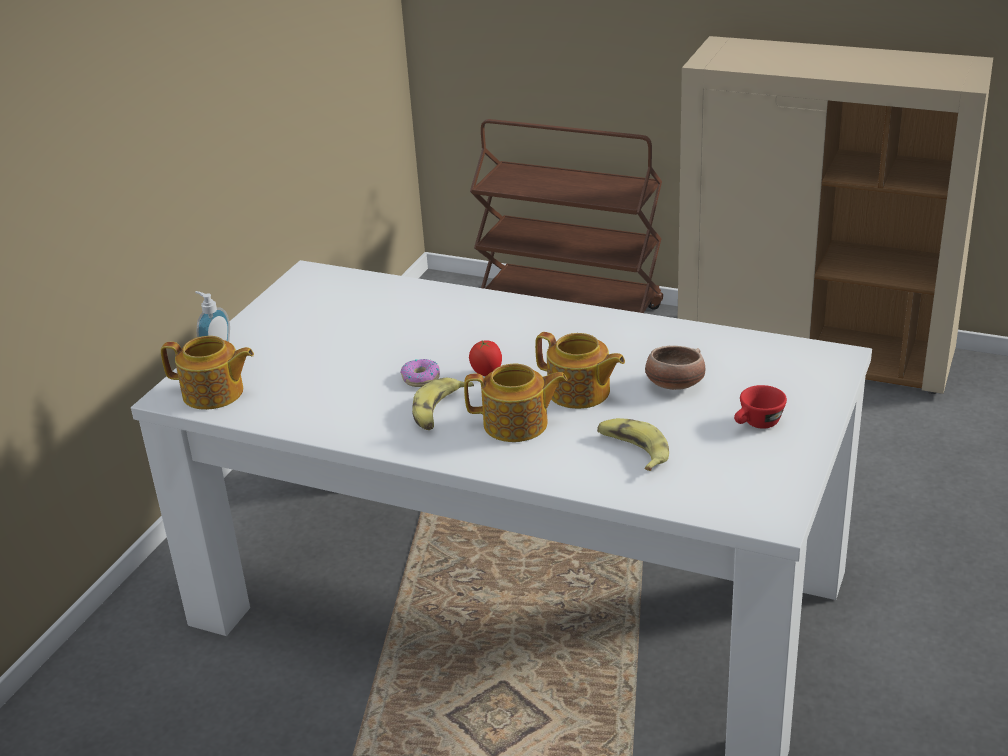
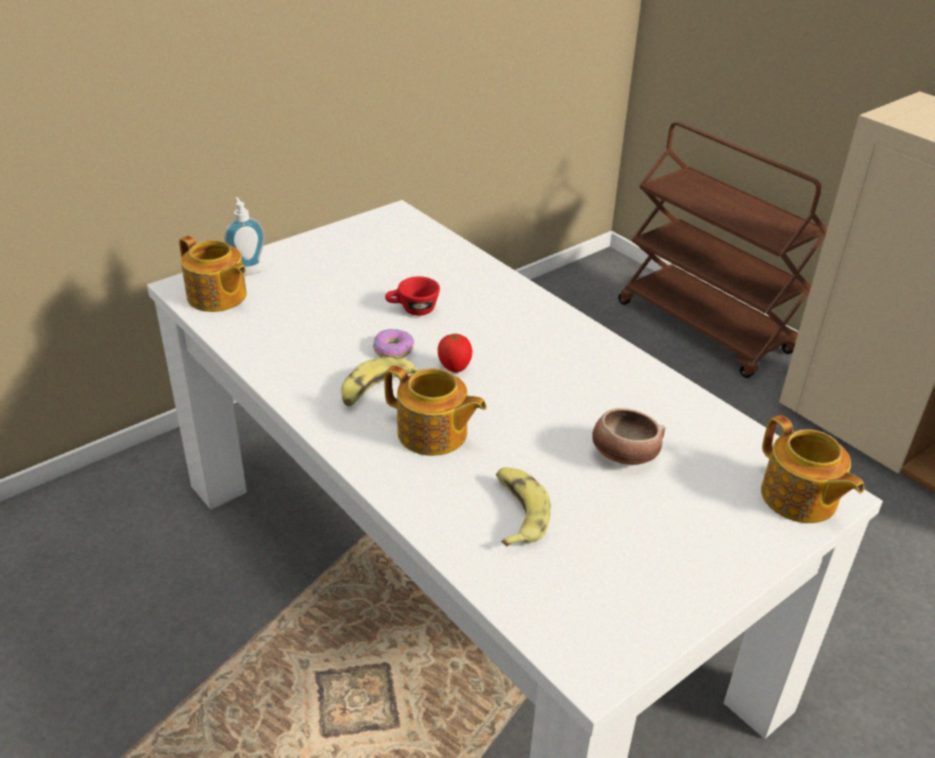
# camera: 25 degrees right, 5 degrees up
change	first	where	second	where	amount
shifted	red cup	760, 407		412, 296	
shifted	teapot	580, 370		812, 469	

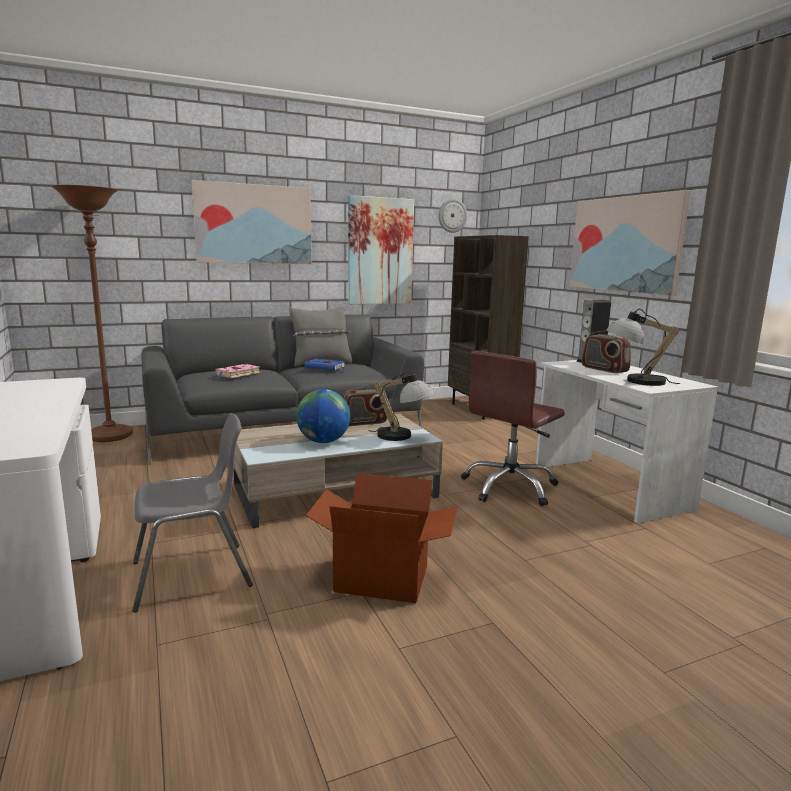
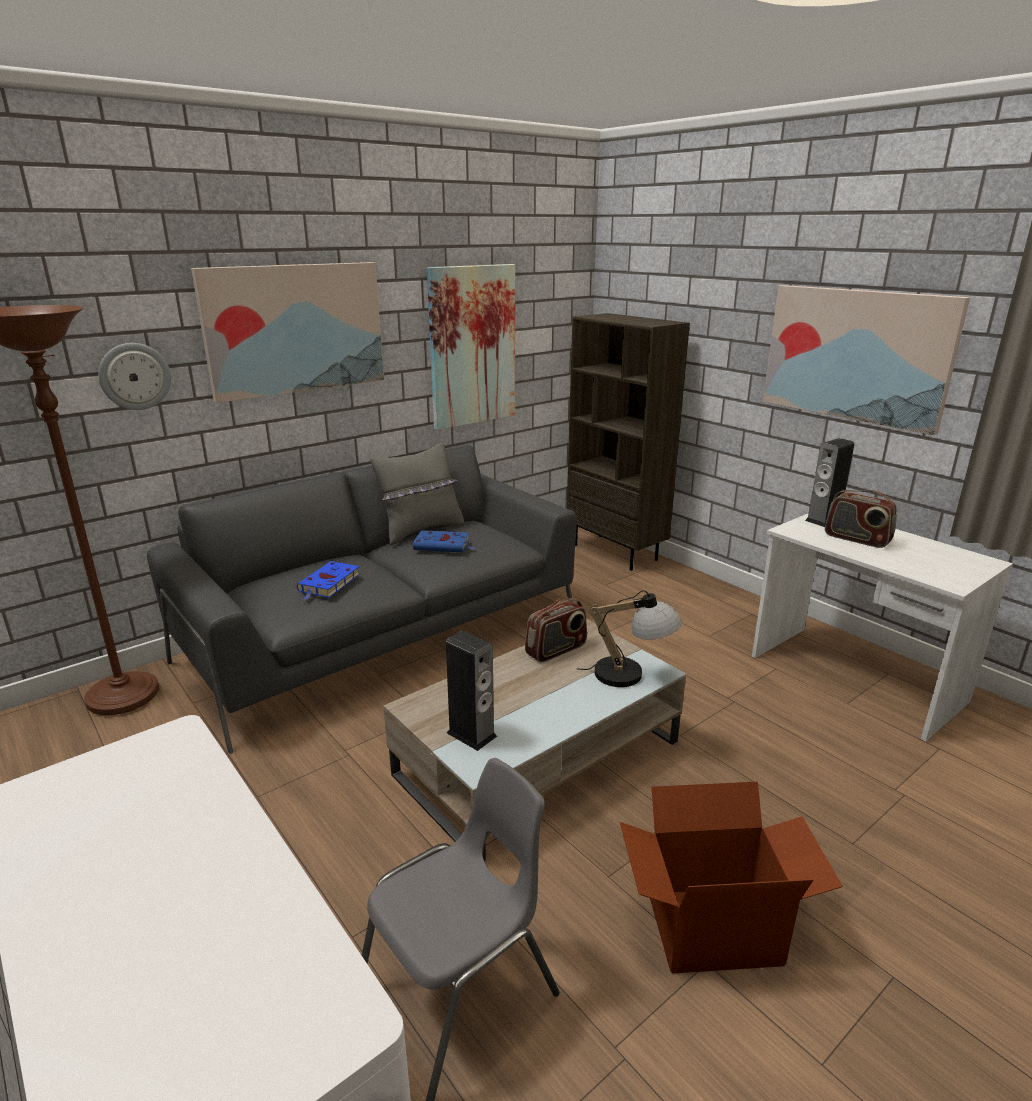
# camera: 15 degrees left, 10 degrees up
change	first	where	second	where	amount
shifted	wall clock	452, 216		134, 376	
repainted	pink book	237, 371	blue book	328, 580	
new			speaker	471, 691	
gone	globe	323, 416			
gone	brown office chair	513, 428			
gone	table lamp	643, 347			

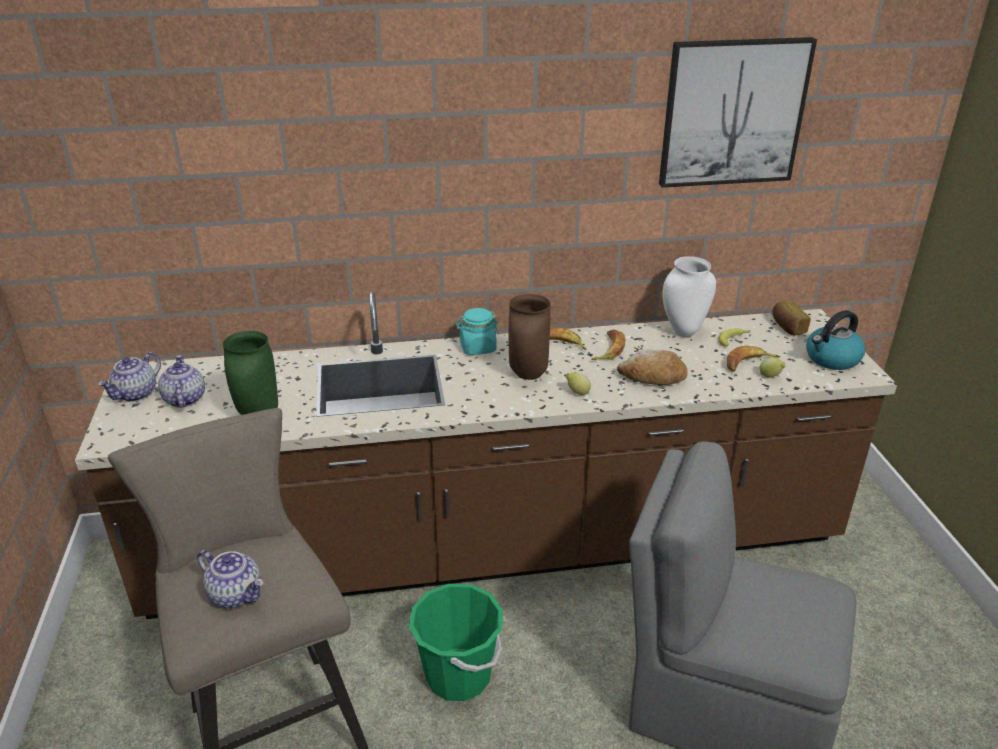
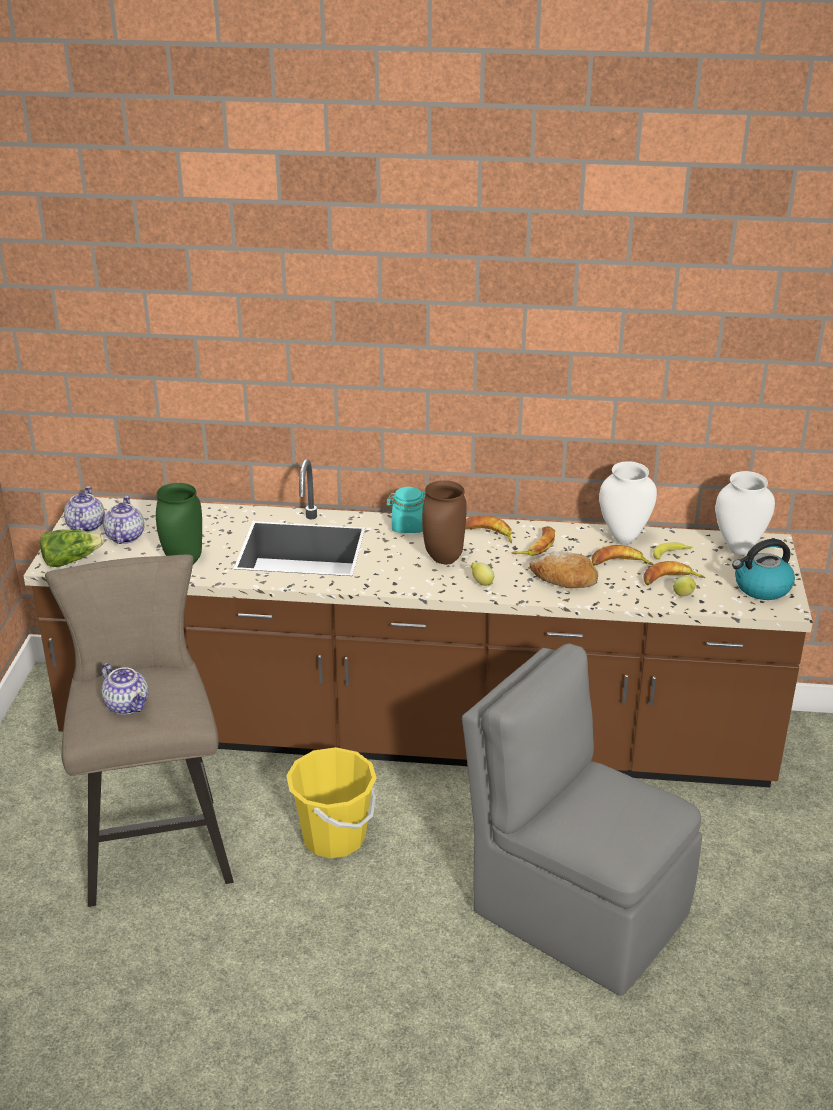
# camera: 15 degrees right, 0 degrees up
change	first	where	second	where	amount
new			lettuce	72, 548	
rotated	teapot	129, 377		84, 509	135 degrees clockwise
repainted	green bucket	456, 642	yellow bucket	331, 802	
new			banana	622, 555	
swapped	bread	792, 318	white vase	745, 513	
gone	picture	738, 112			

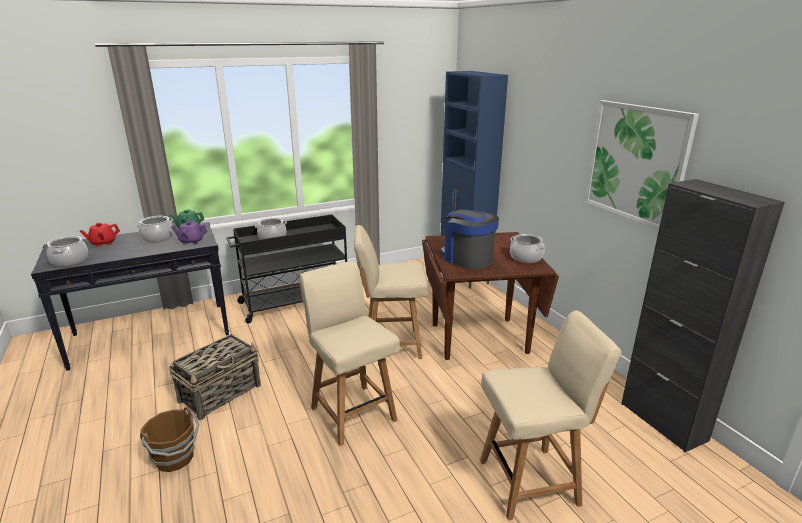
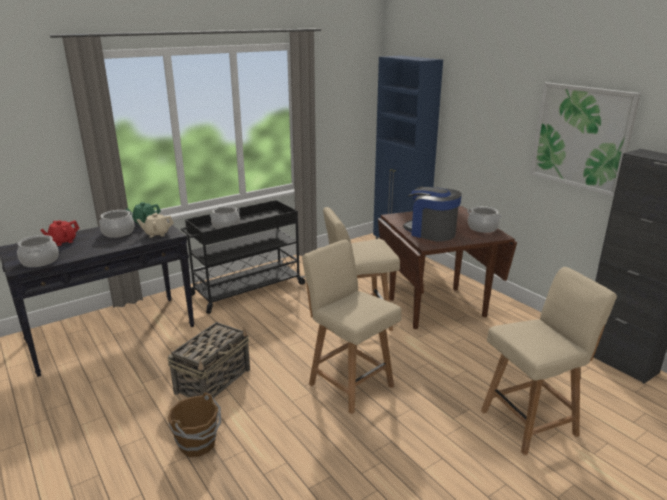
# camera: 10 degrees left, 0 degrees up
change	first	where	second	where	amount
repainted	purple teapot	189, 232	beige teapot	155, 225	

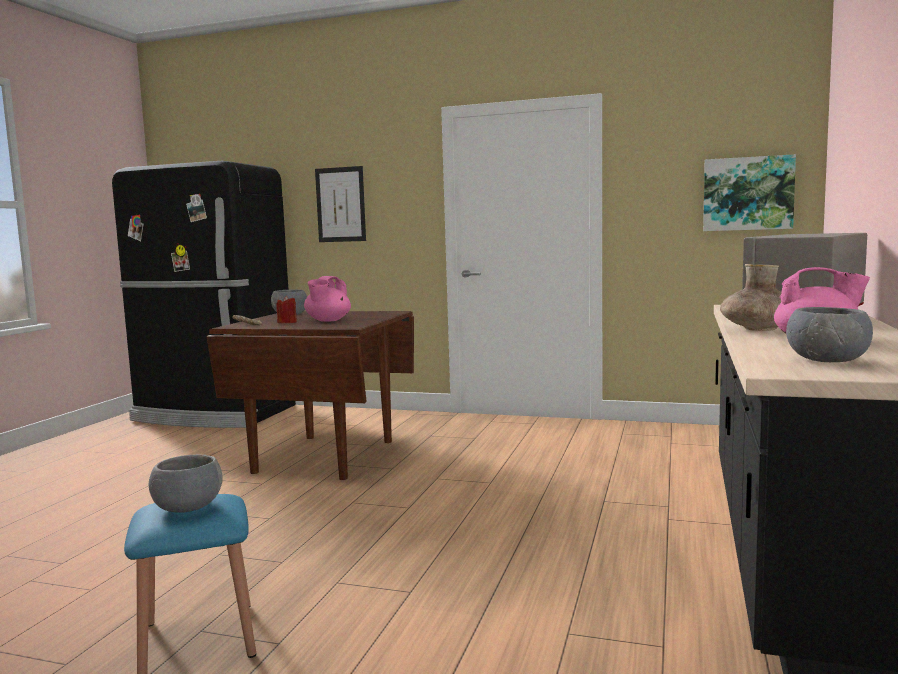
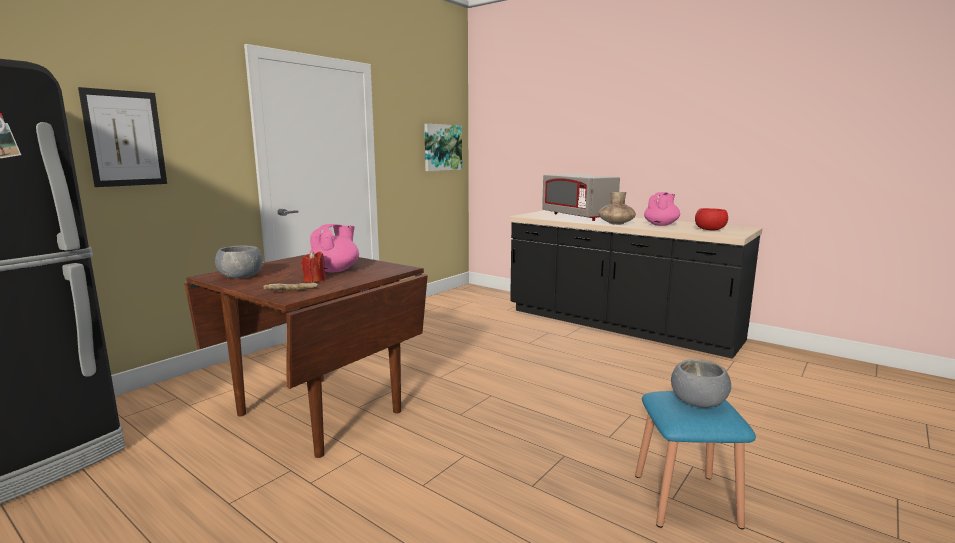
# camera: 70 degrees left, 5 degrees up
change	first	where	second	where	amount
rotated	pink teapot	327, 299		334, 248	105 degrees counterclockwise
repainted	grey bowl	829, 334	red bowl	711, 219	

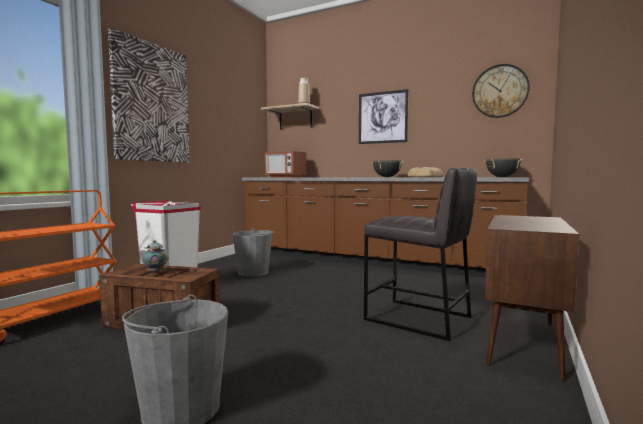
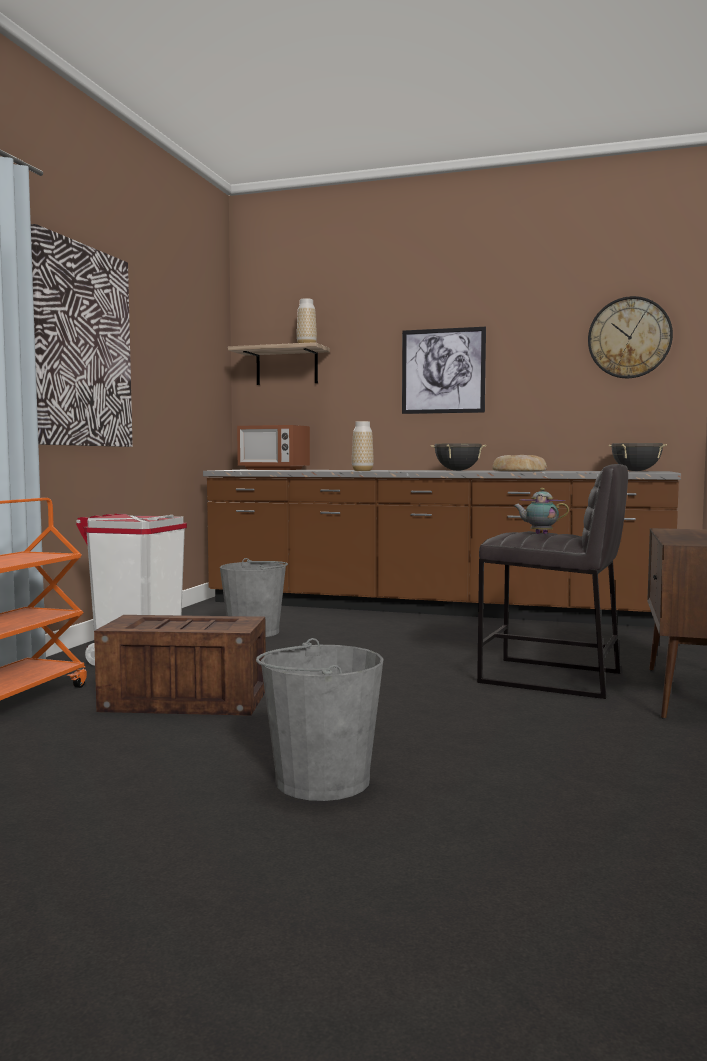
# camera: 10 degrees left, 0 degrees up
change	first	where	second	where	amount
new			vase	363, 446	
shifted	teapot	155, 256		541, 511	

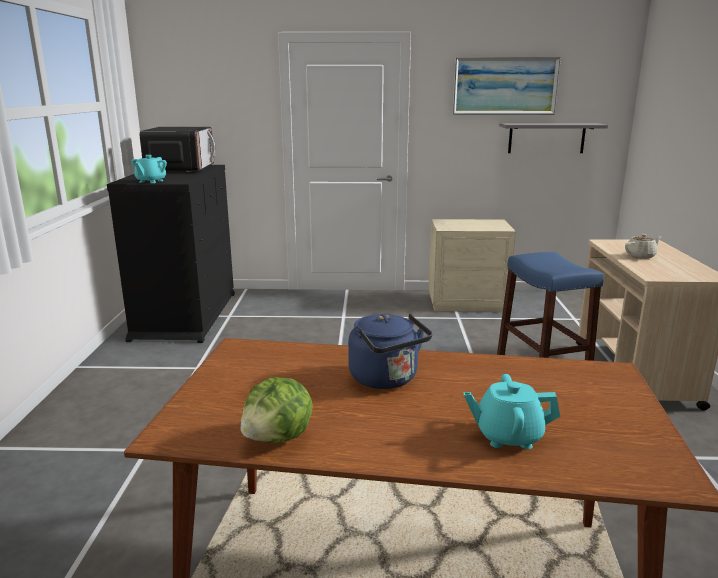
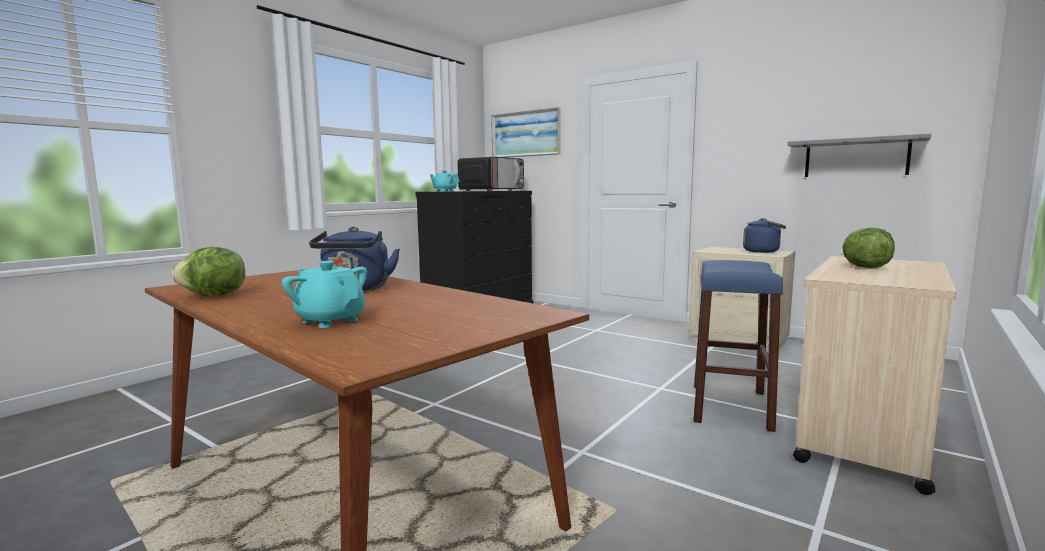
# camera: 35 degrees right, 10 degrees down
change	first	where	second	where	amount
shifted	picture	506, 86		526, 132	
new			blue kettle	764, 235	
swapped	beige teapot	643, 246	lettuce	868, 247	

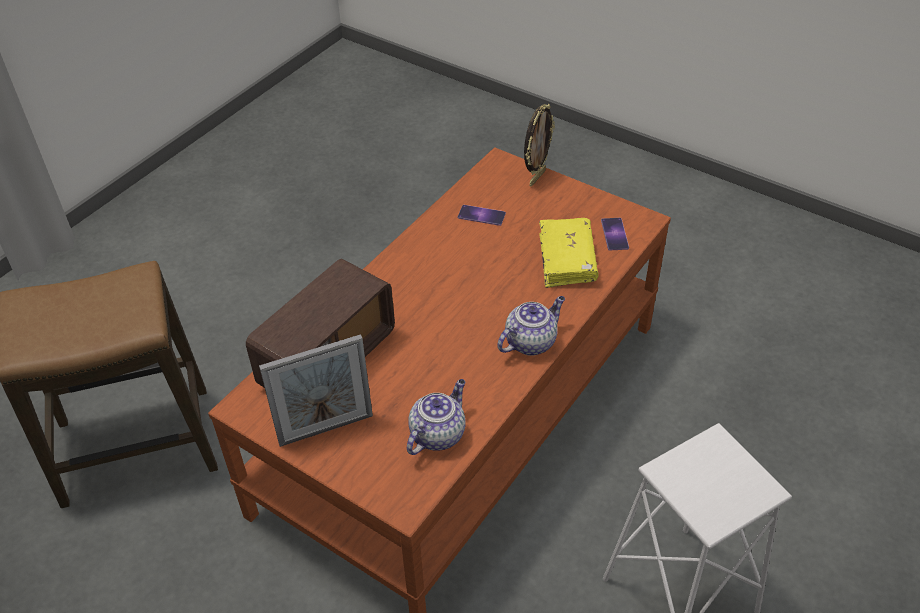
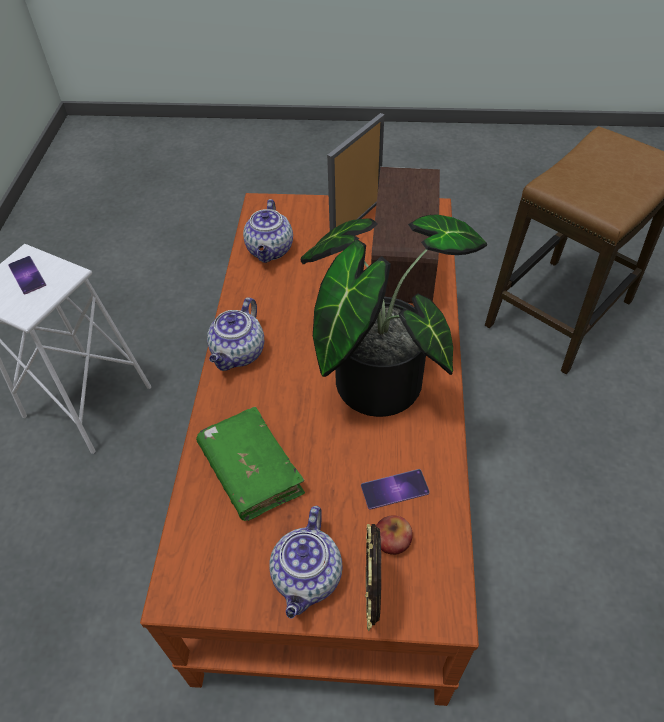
# camera: 150 degrees right, 5 degrees up
change	first	where	second	where	amount
shifted	phone	615, 234		27, 275	
repainted	yellow book	569, 253	green book	250, 464	
new			teapot	306, 562	
new			potted plant	394, 316	
new			apple	394, 535	

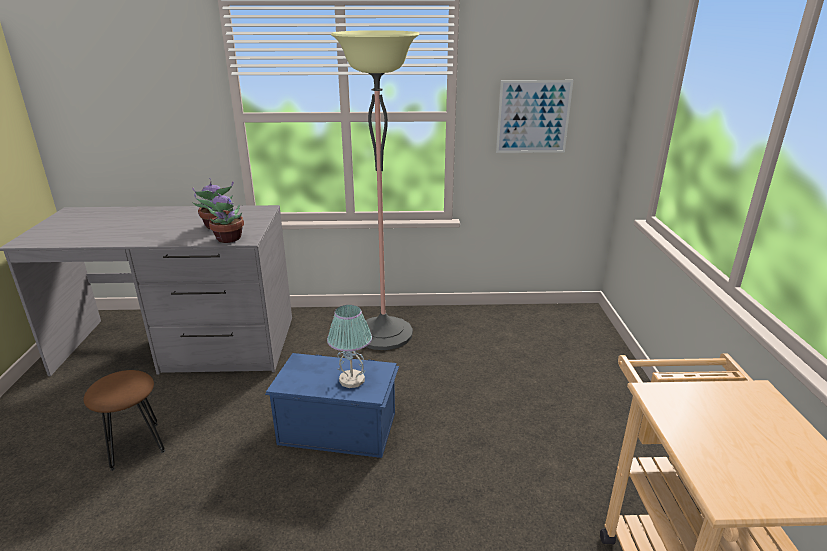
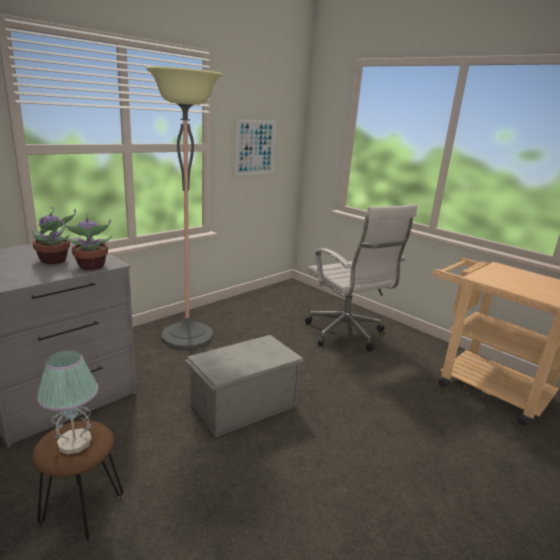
# camera: 45 degrees left, 5 degrees down
change	first	where	second	where	amount
shifted	table lamp	349, 346		67, 402	
repainted	blue storage box	332, 405	grey storage box	244, 386	
new			white office chair	361, 278	

